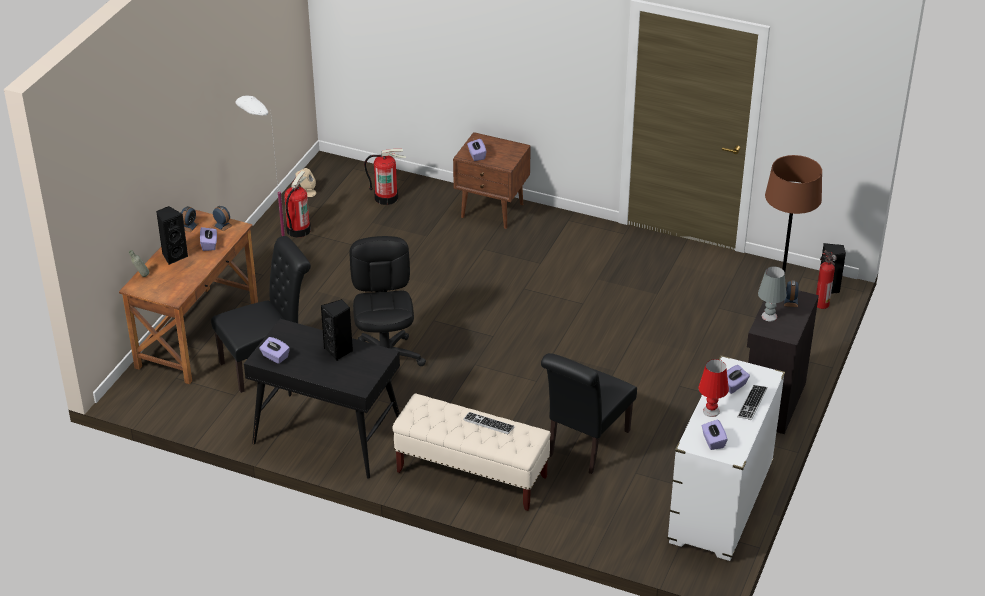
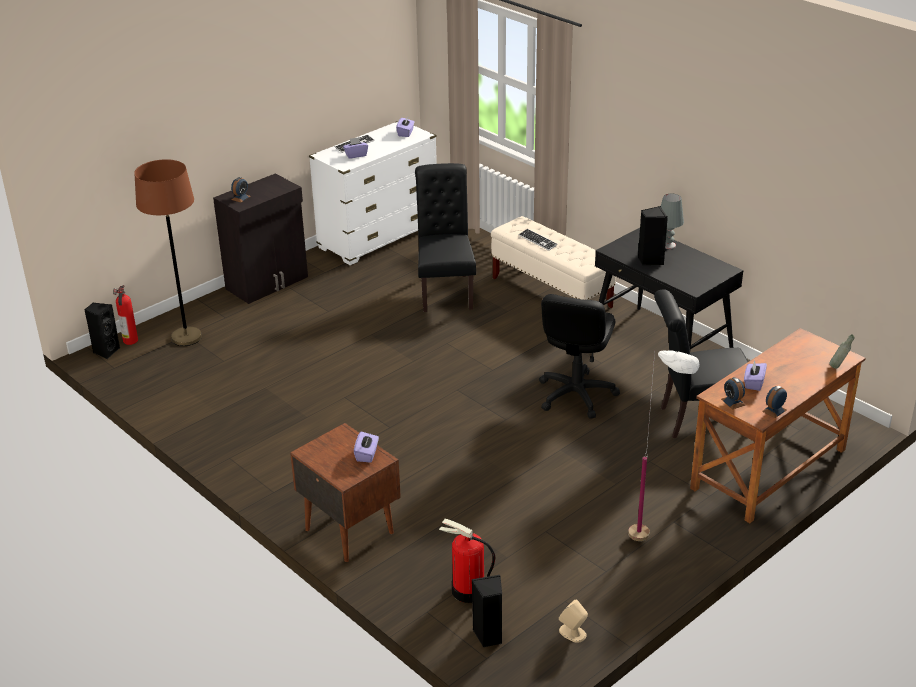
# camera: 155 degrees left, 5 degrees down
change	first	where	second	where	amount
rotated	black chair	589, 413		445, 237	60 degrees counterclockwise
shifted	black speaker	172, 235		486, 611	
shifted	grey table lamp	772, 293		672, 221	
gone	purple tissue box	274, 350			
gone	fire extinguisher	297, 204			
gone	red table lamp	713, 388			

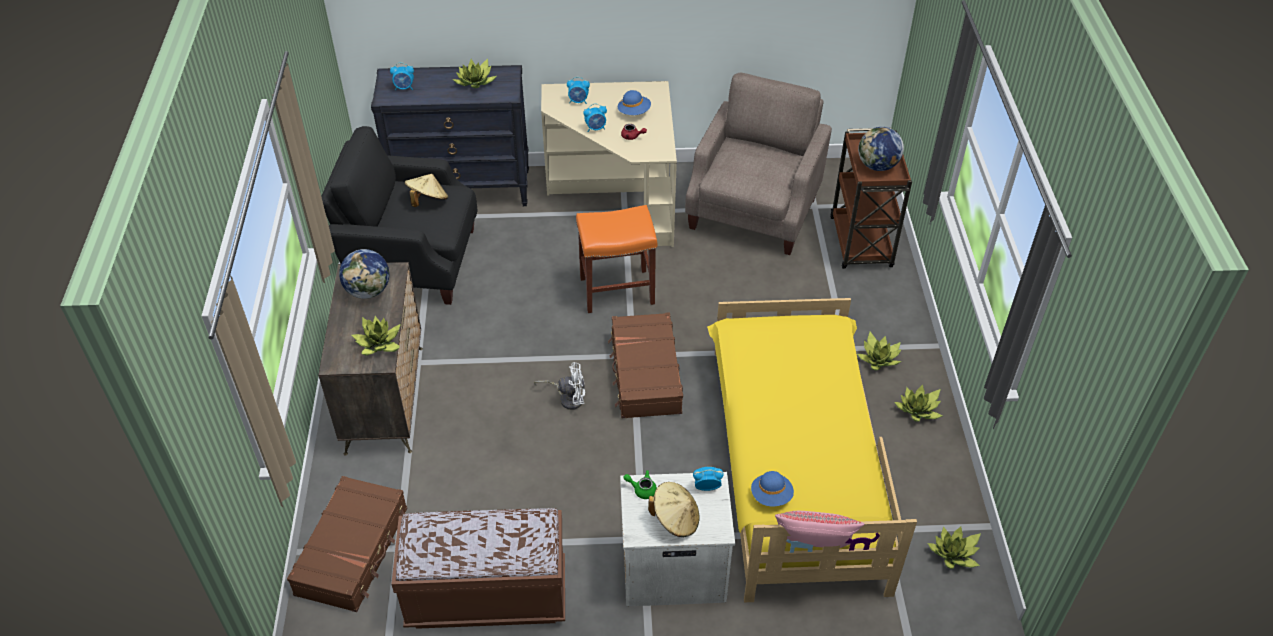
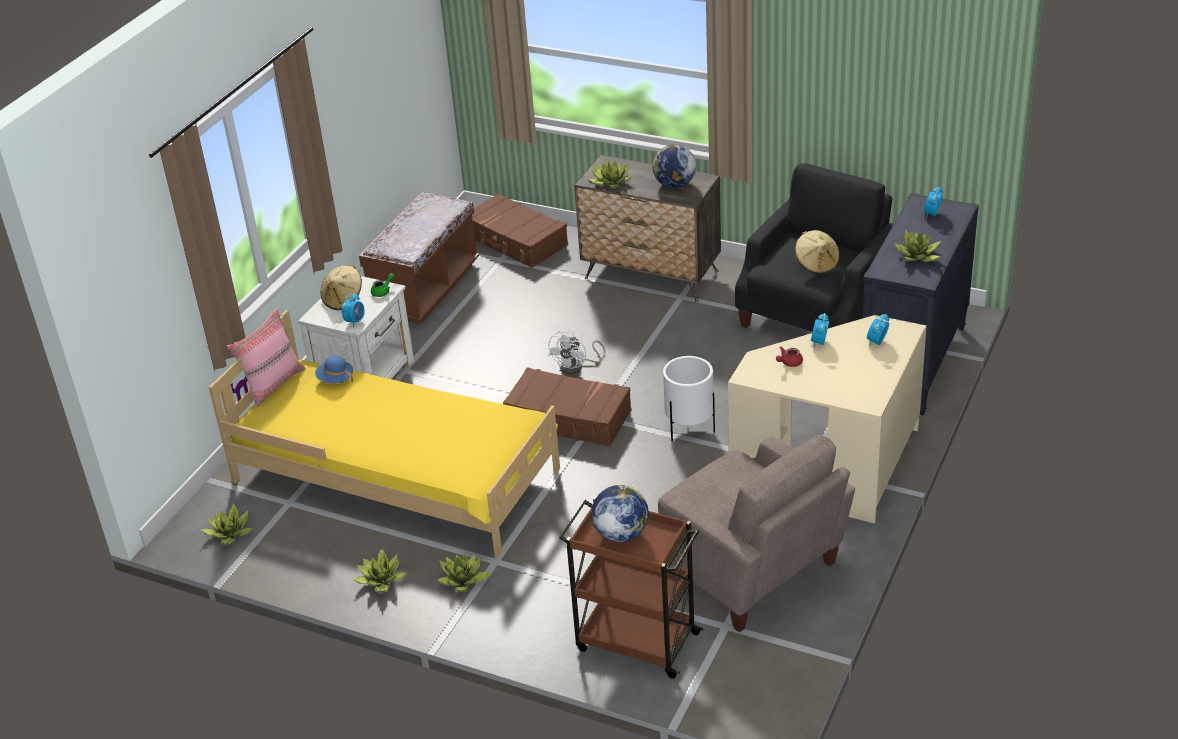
# camera: 120 degrees right, 10 degrees down
change	first	where	second	where	amount
swapped	orange stool	616, 259	white planter	689, 398	
gone	blue hat	634, 102			

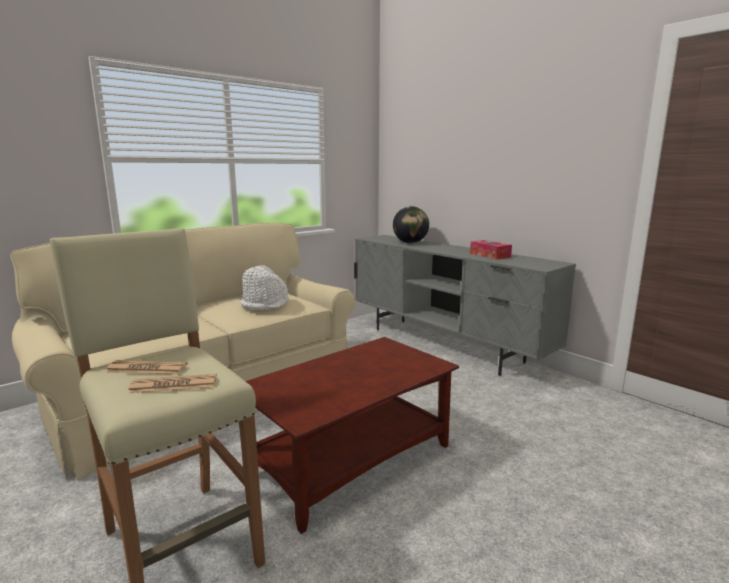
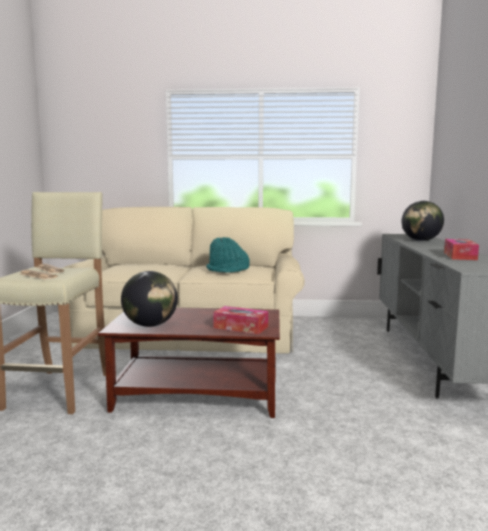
# camera: 45 degrees right, 5 degrees down
change	first	where	second	where	amount
new			globe	149, 299	
repainted	white hat	264, 287	turquoise hat	228, 255	
new			tissue box	240, 320	

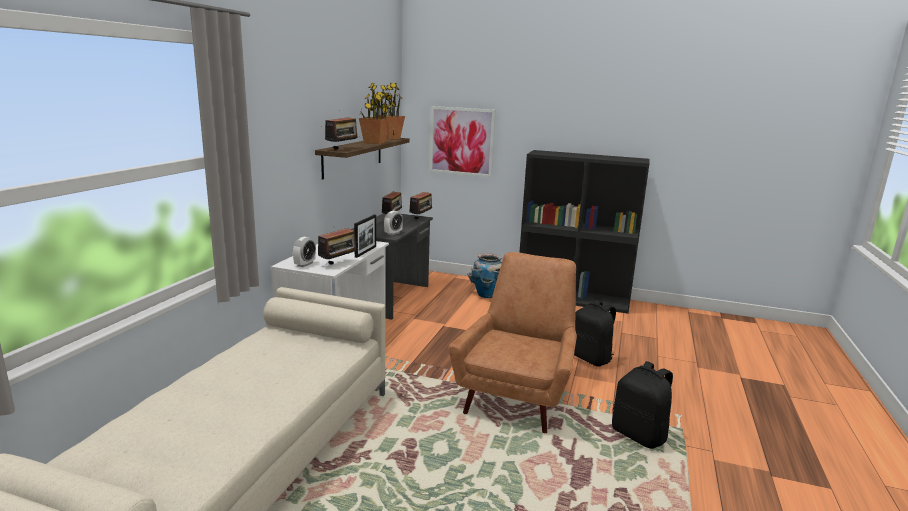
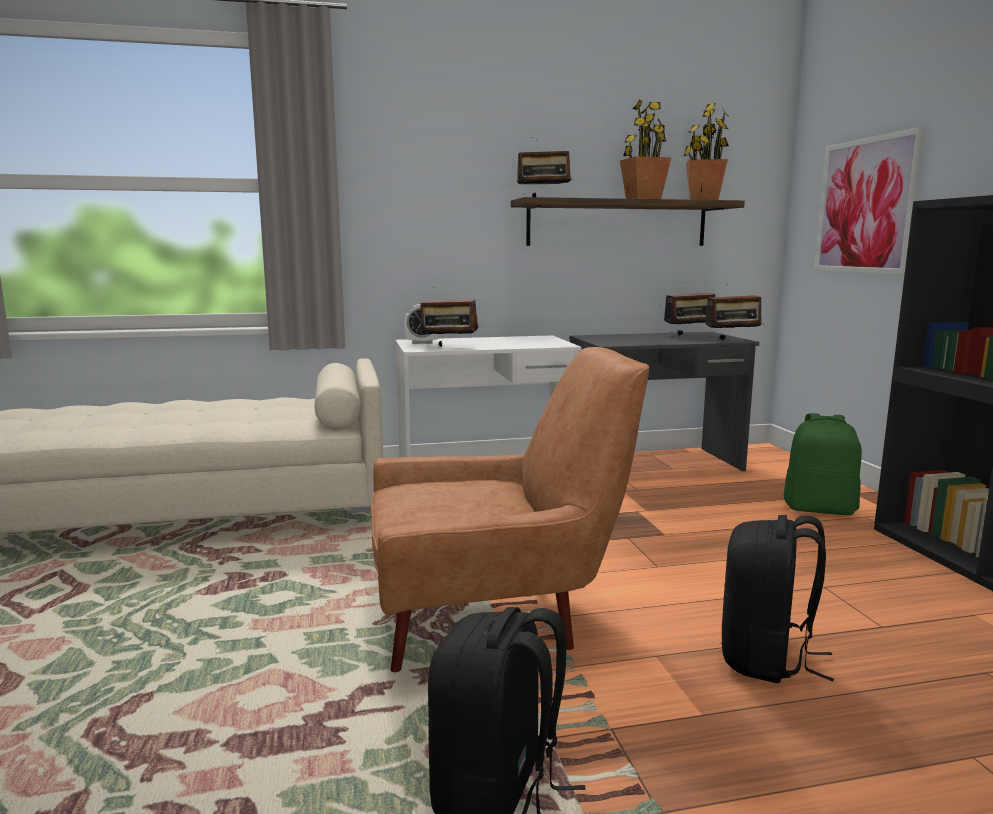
# camera: 60 degrees right, 5 degrees down
change	first	where	second	where	amount
swapped	planter	485, 275	green backpack	823, 464	
gone	picture frame	365, 236			
gone	alarm clock	393, 223			

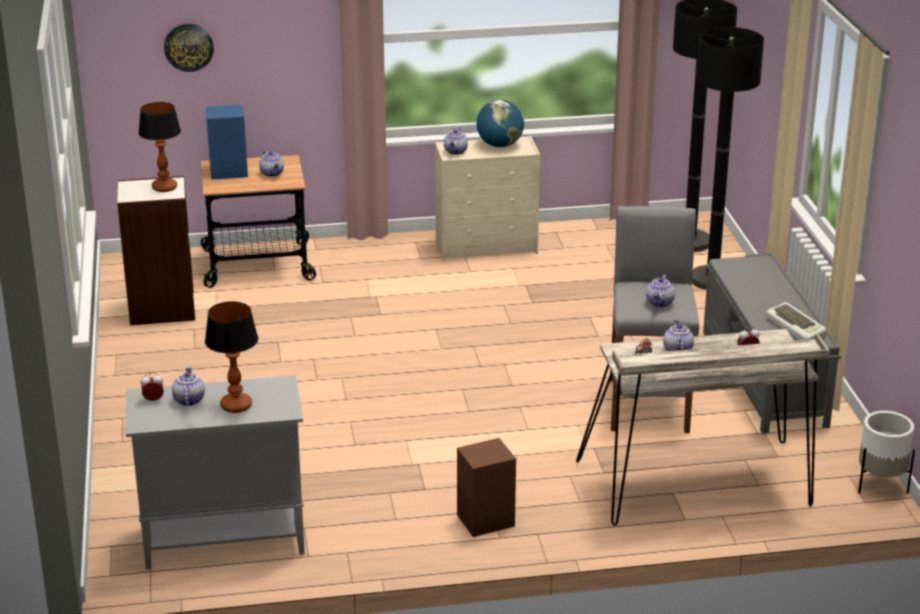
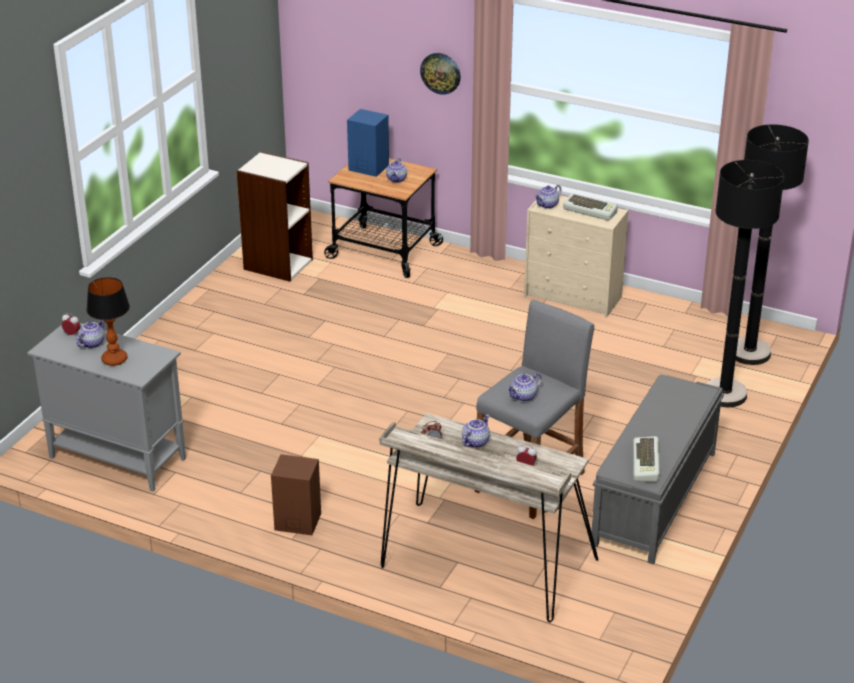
# camera: 35 degrees right, 5 degrees up
change	first	where	second	where	amount
shifted	wall clock	189, 48		440, 74	
swapped	globe	500, 123	keyboard	590, 206	
gone	table lamp	159, 147			
gone	white planter	886, 452			

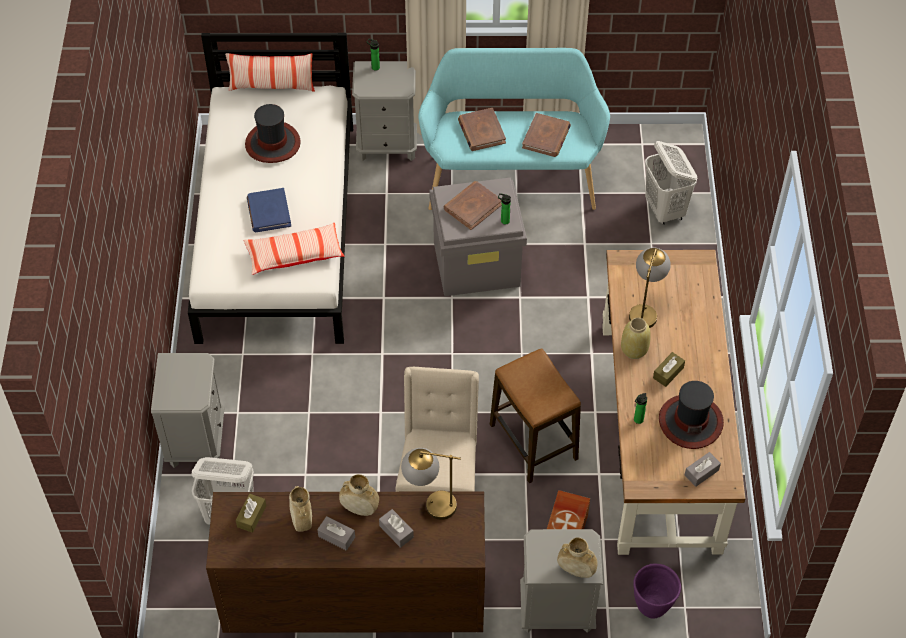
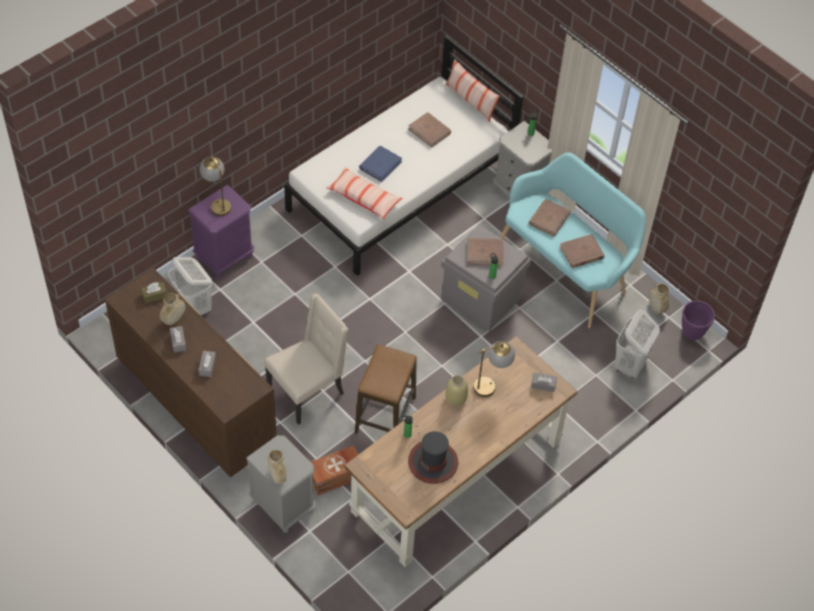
# camera: 45 degrees right, 0 degrees up
change	first	where	second	where	amount
repainted	grey nightstand	187, 410	purple nightstand	221, 231	
shifted	table lamp	431, 484		215, 186	
swapped	hat	273, 133	brown book	429, 130	
shifted	grey tissue box	702, 469		544, 382	
shifted	beige vase	359, 495		659, 299	
shifted	purple planter	657, 591		698, 320	
gone	brown tissue box	669, 369			

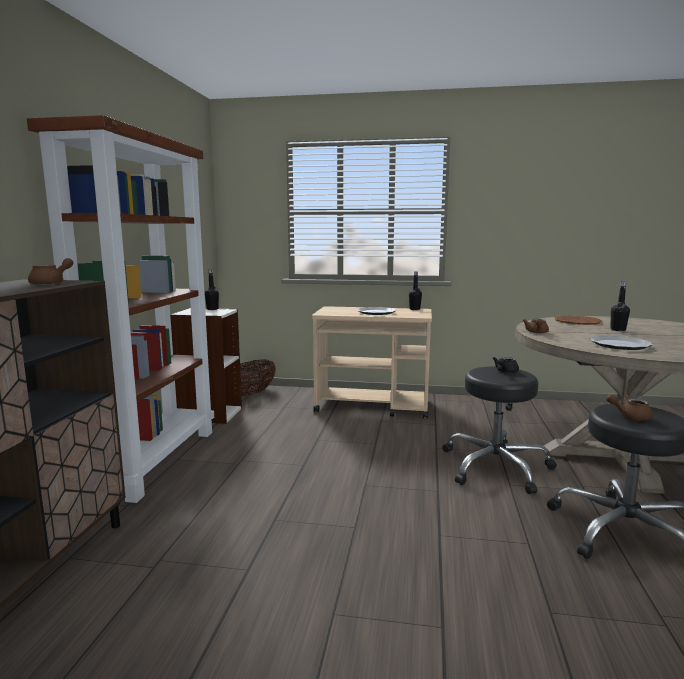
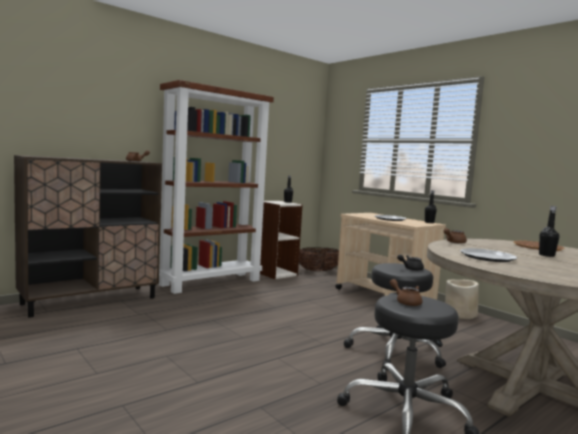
# camera: 40 degrees right, 5 degrees down
change	first	where	second	where	amount
new			beige planter	462, 299	

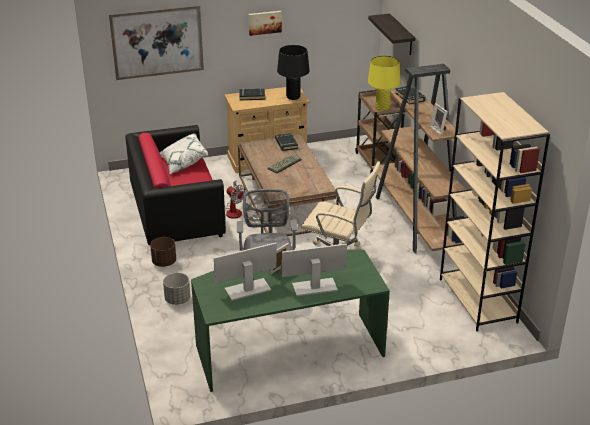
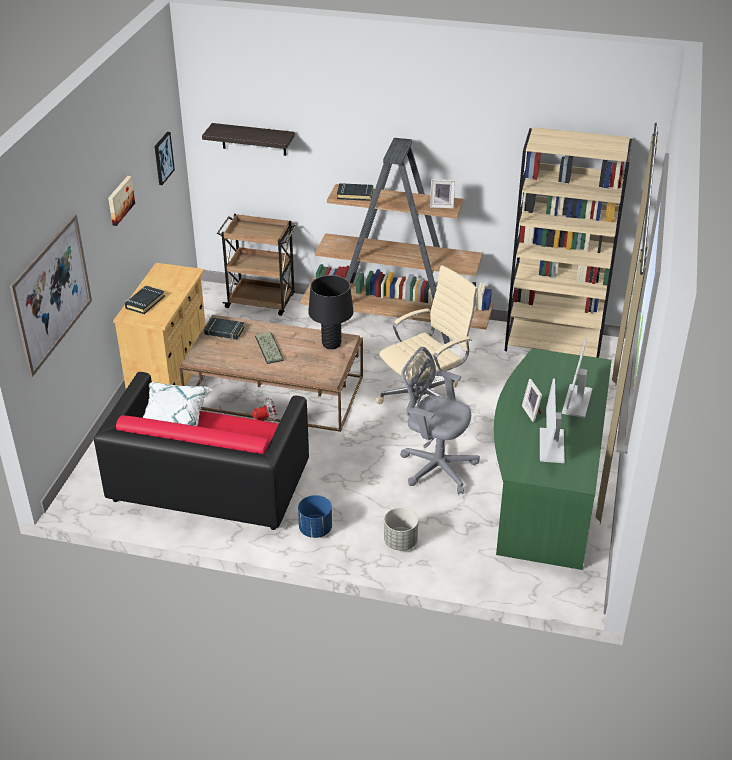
# camera: 60 degrees left, 5 degrees up
change	first	where	second	where	amount
new			picture	165, 158	
repainted	brown planter	163, 252	blue planter	315, 516	
shifted	black table lamp	293, 72		330, 312	
gone	yellow table lamp	384, 83			

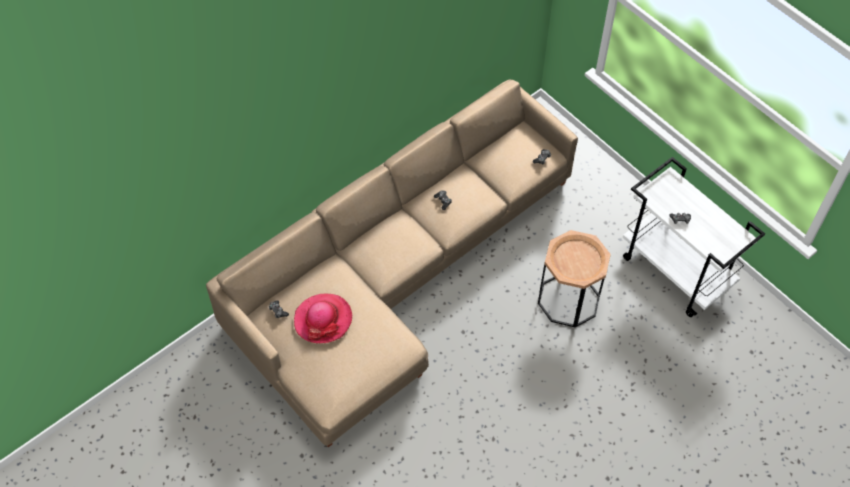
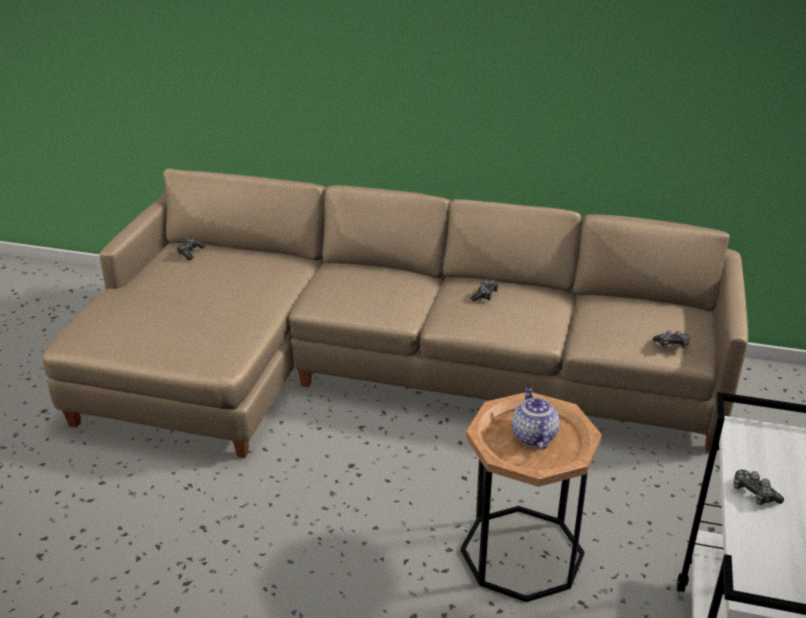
# camera: 55 degrees right, 25 degrees down
change	first	where	second	where	amount
new			teapot	536, 418	
gone	hat	323, 318			

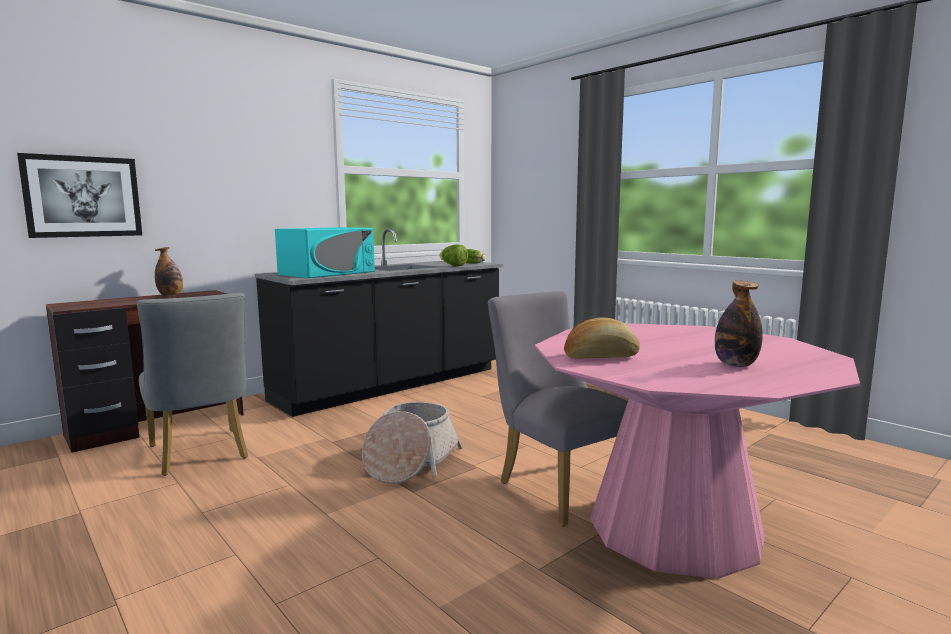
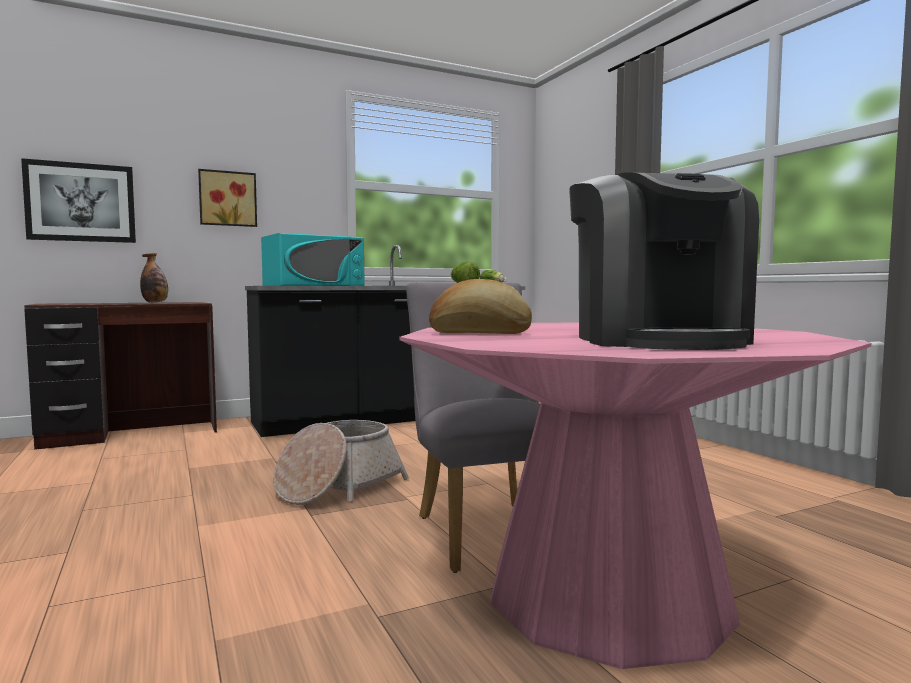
# camera: 15 degrees right, 5 degrees down
change	first	where	second	where	amount
new			picture	227, 198	
swapped	bottle	739, 324	coffee machine	664, 261	
gone	grey chair	192, 384			

